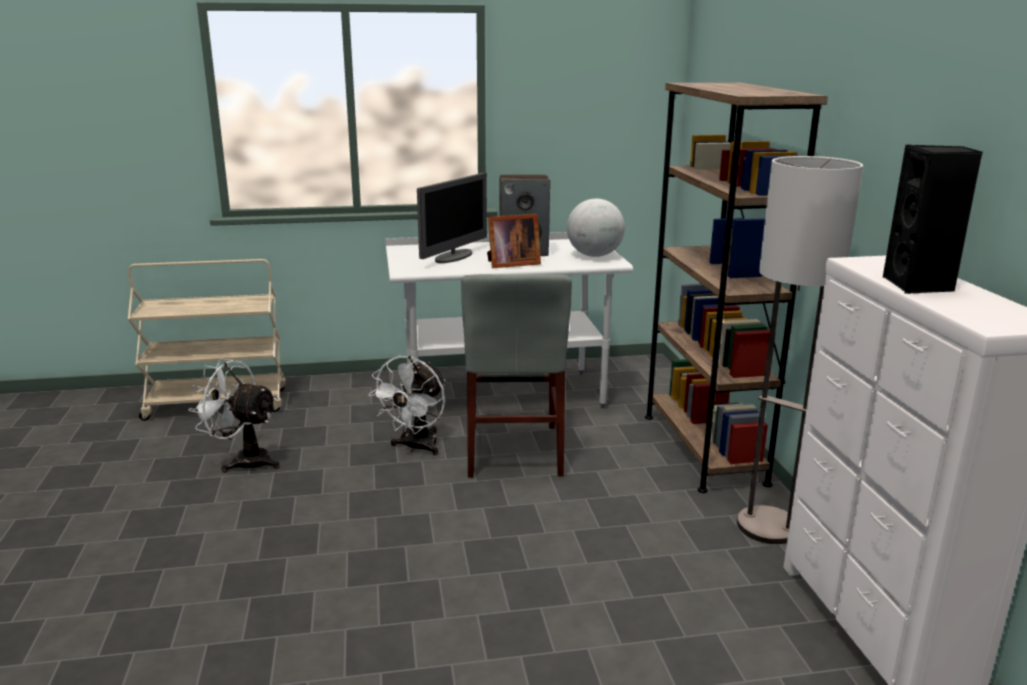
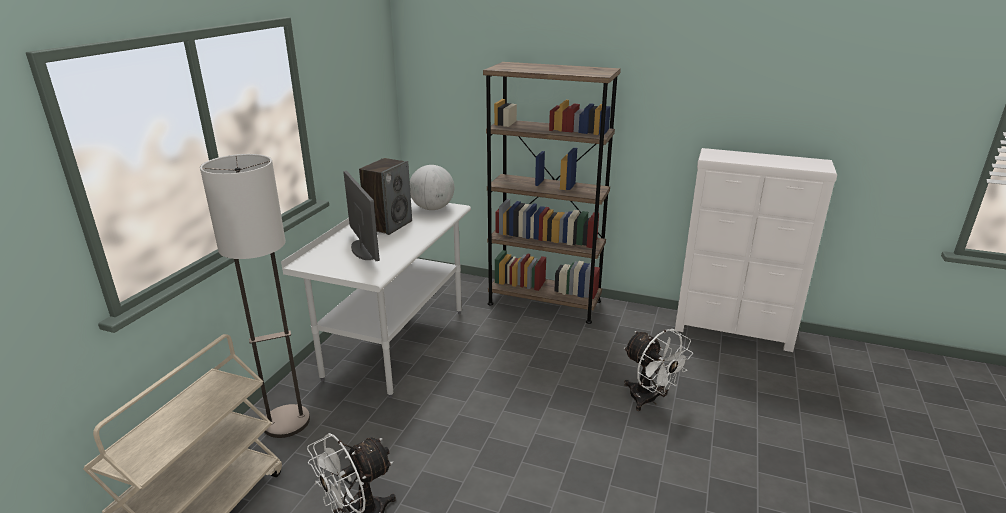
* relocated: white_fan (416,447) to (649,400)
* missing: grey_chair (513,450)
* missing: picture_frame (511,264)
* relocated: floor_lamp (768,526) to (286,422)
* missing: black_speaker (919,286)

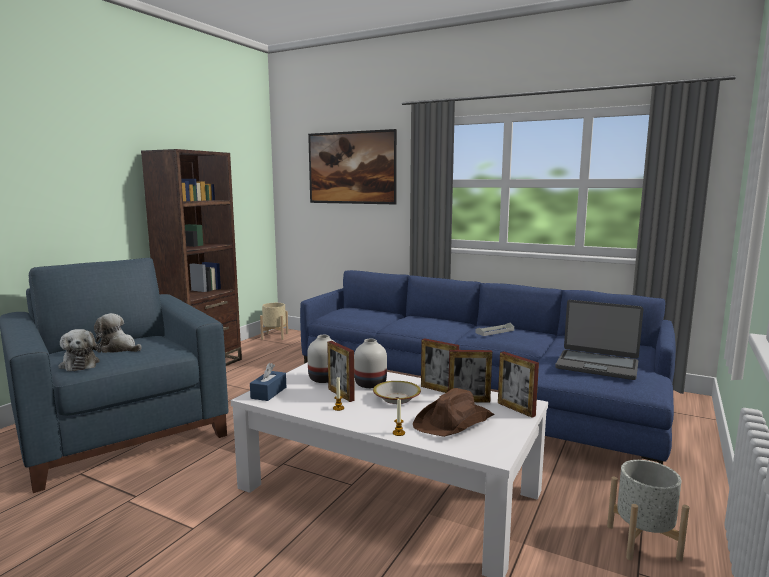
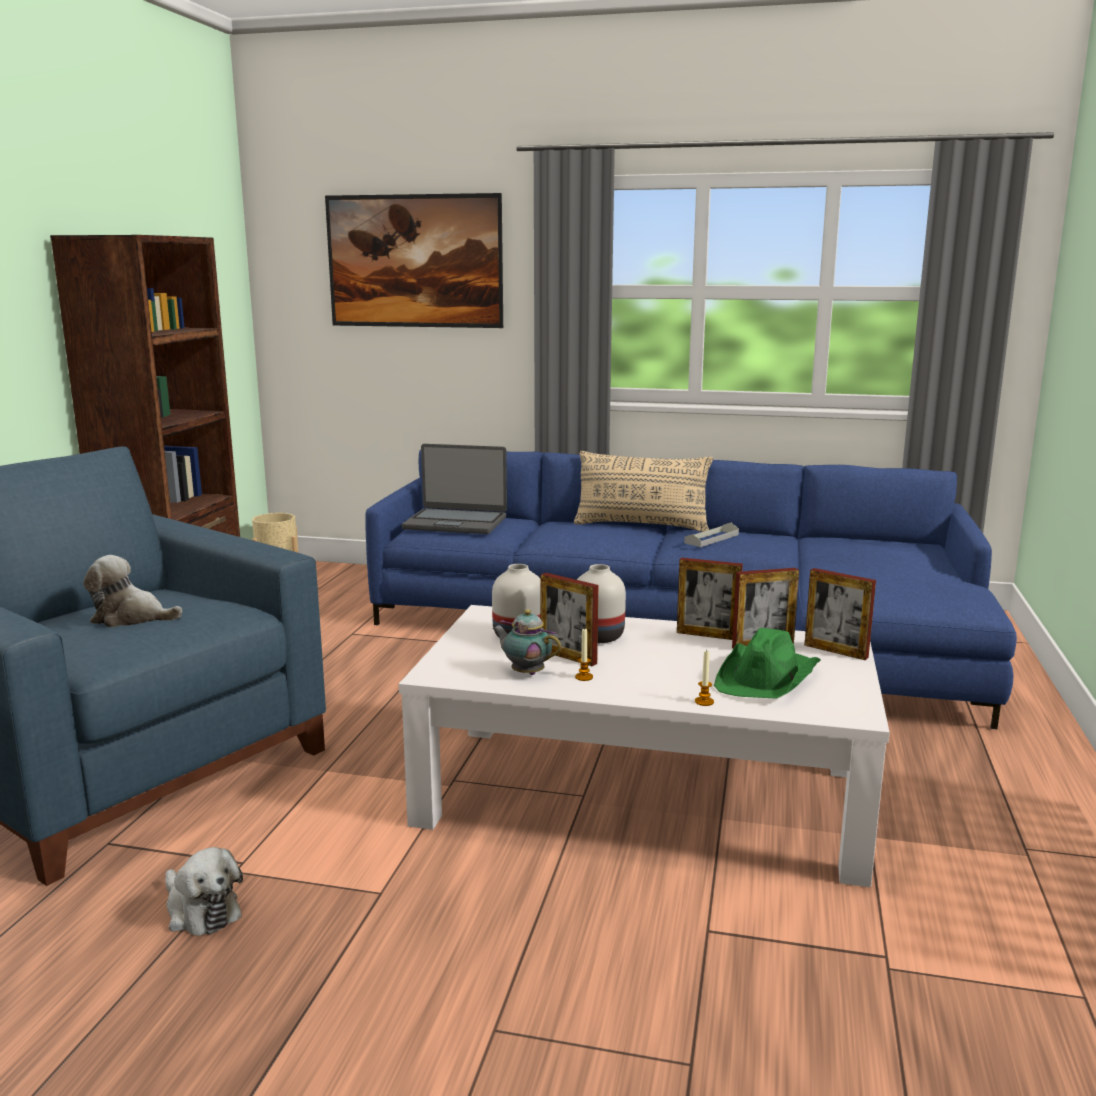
* relocated: plush_toy (79,364) to (201,911)
* missing: blue_tissue_box (268,393)
* missing: bowl (397,398)
* colour: brown_hat (454,421) to green_hat (768,677)
* relocated: laptop (597,365) to (456,523)
* missing: grey_planter (643,542)
* appeared: teapot (526,672)
* appeared: beige_pillow (641,526)

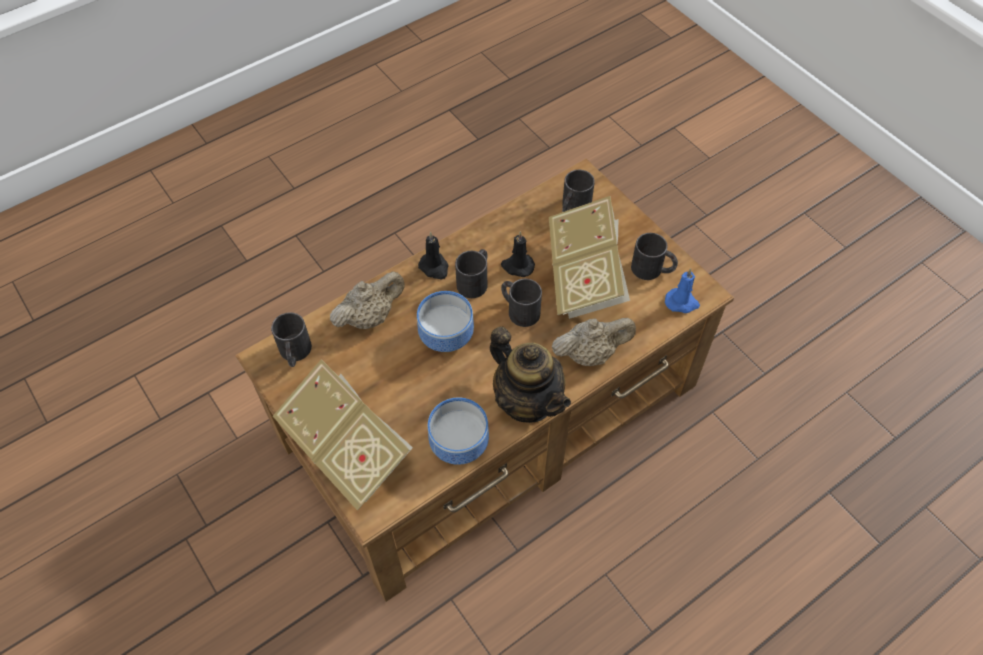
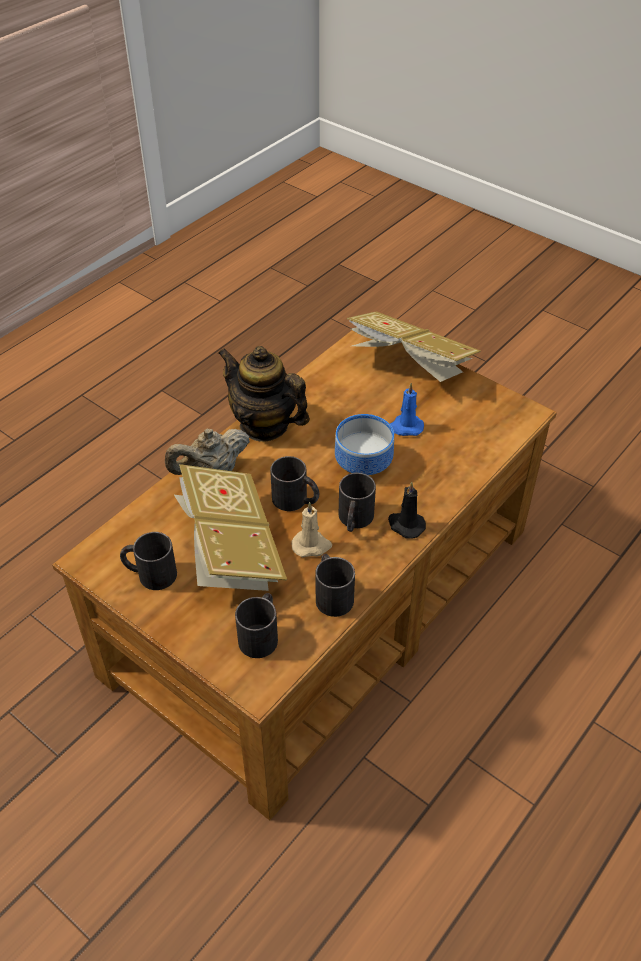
* relocated: black_mug (295,353) to (331,594)
* missing: beige_teapot (370,317)
* missing: bowl (457,444)
* colour: black_candle (517,266) to beige_candle (312,545)
* relocated: blue_candle (682,302) to (405,427)

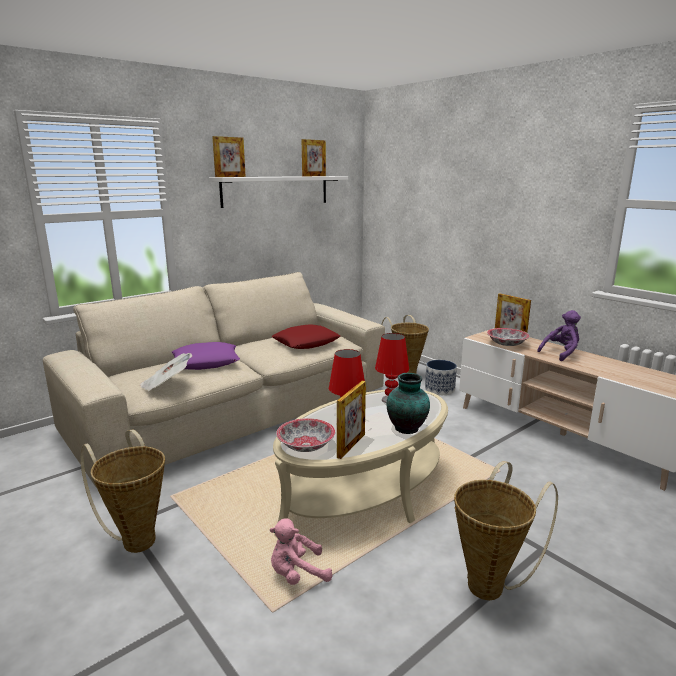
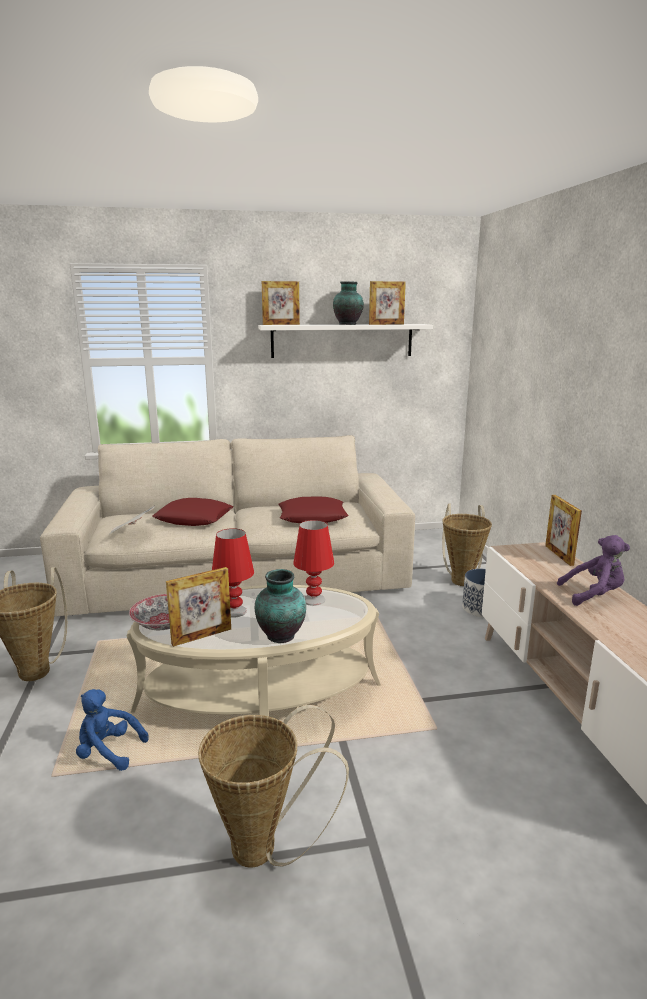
* colour: purple_pillow (206,362) to red_pillow (194,519)
* colour: pink_plush_toy (297,574) to blue_plush_toy (108,752)
* missing: bowl (506,344)
* appeared: vase (348,324)

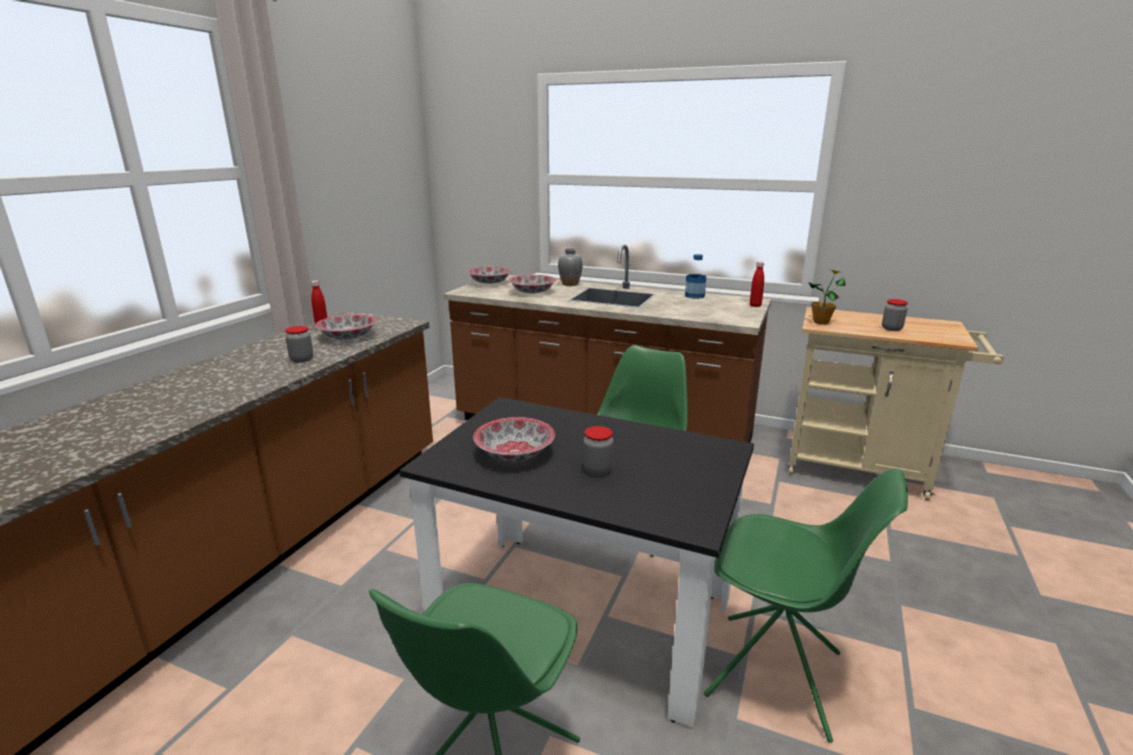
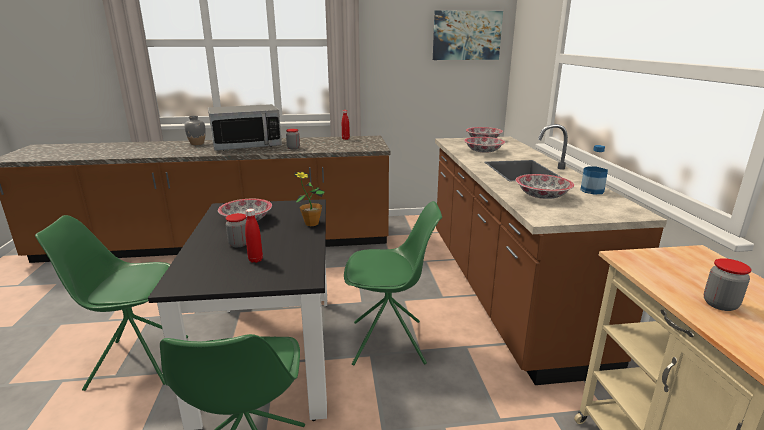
* relocated: bowl (348,337) to (542,196)
* relocated: grey_vase (570,284) to (197,144)
* relocated: red_bottle (755,305) to (255,260)
* relocated: potted_plant (821,322) to (311,223)
* appeared: microwave (247,145)
* appeared: picture (466,35)

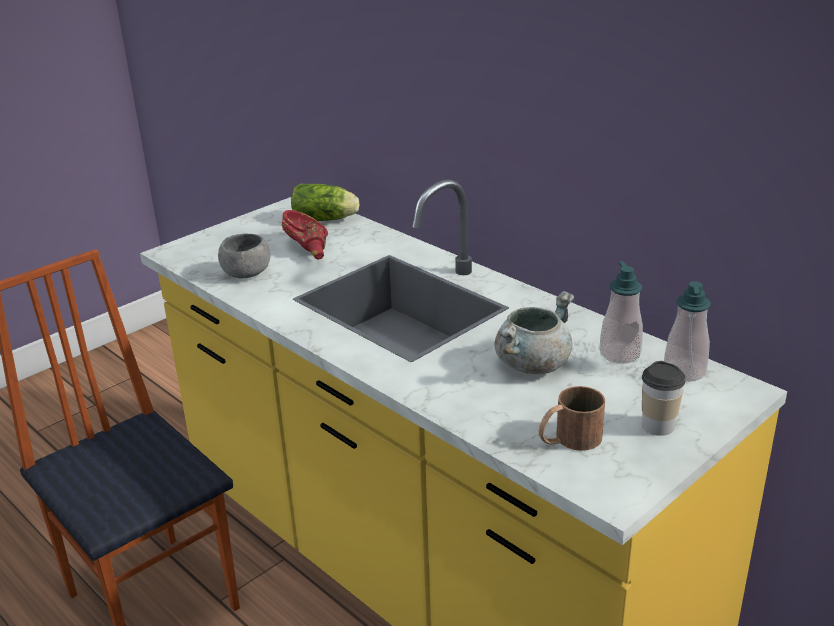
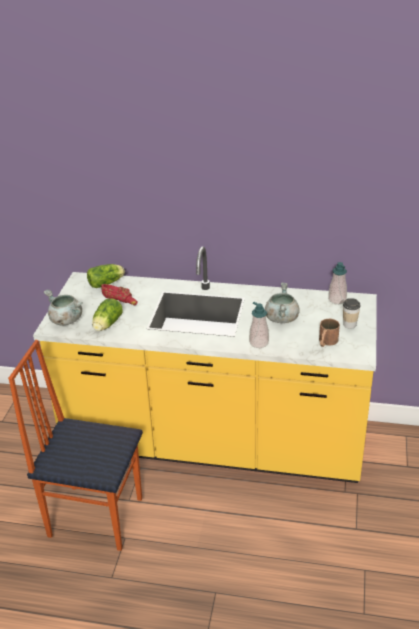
* exchanged: grey_bowl (246,273) to lettuce (106,325)
* relocated: soap_dispenser (619,354) to (259,343)
* appeared: grey_cooking_pot (65,320)

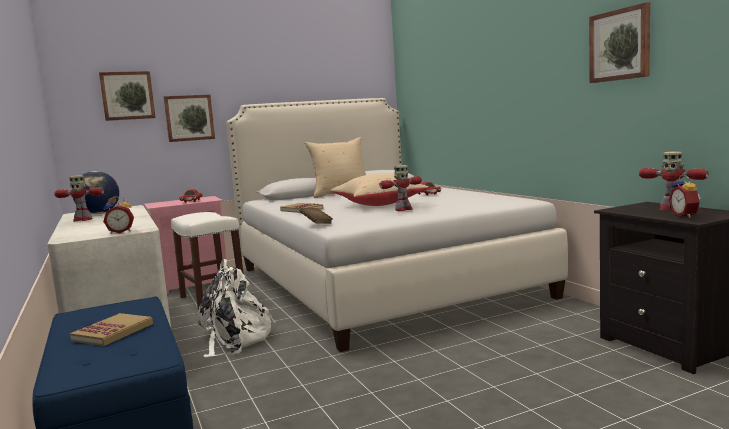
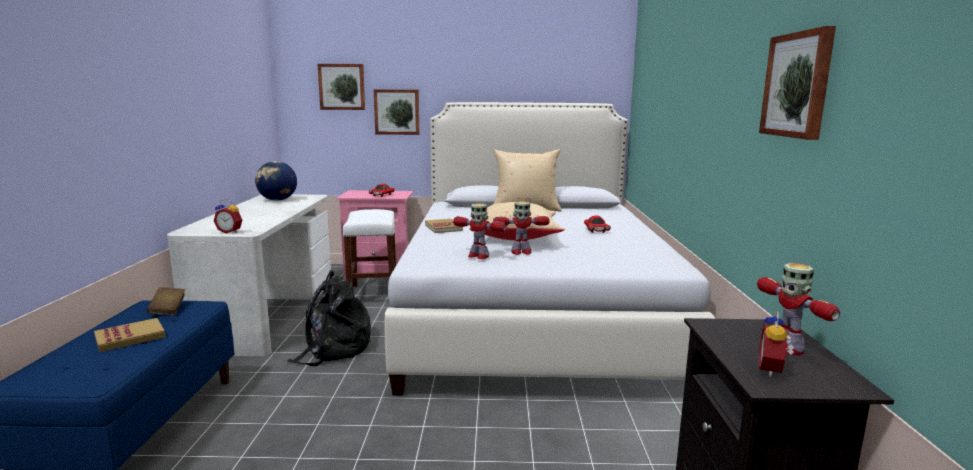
* relocated: toy_robot (82,220) to (478,256)
* colour: white_backpack (235,339) to black_backpack (334,349)
* relocated: brown_book (316,223) to (168,310)

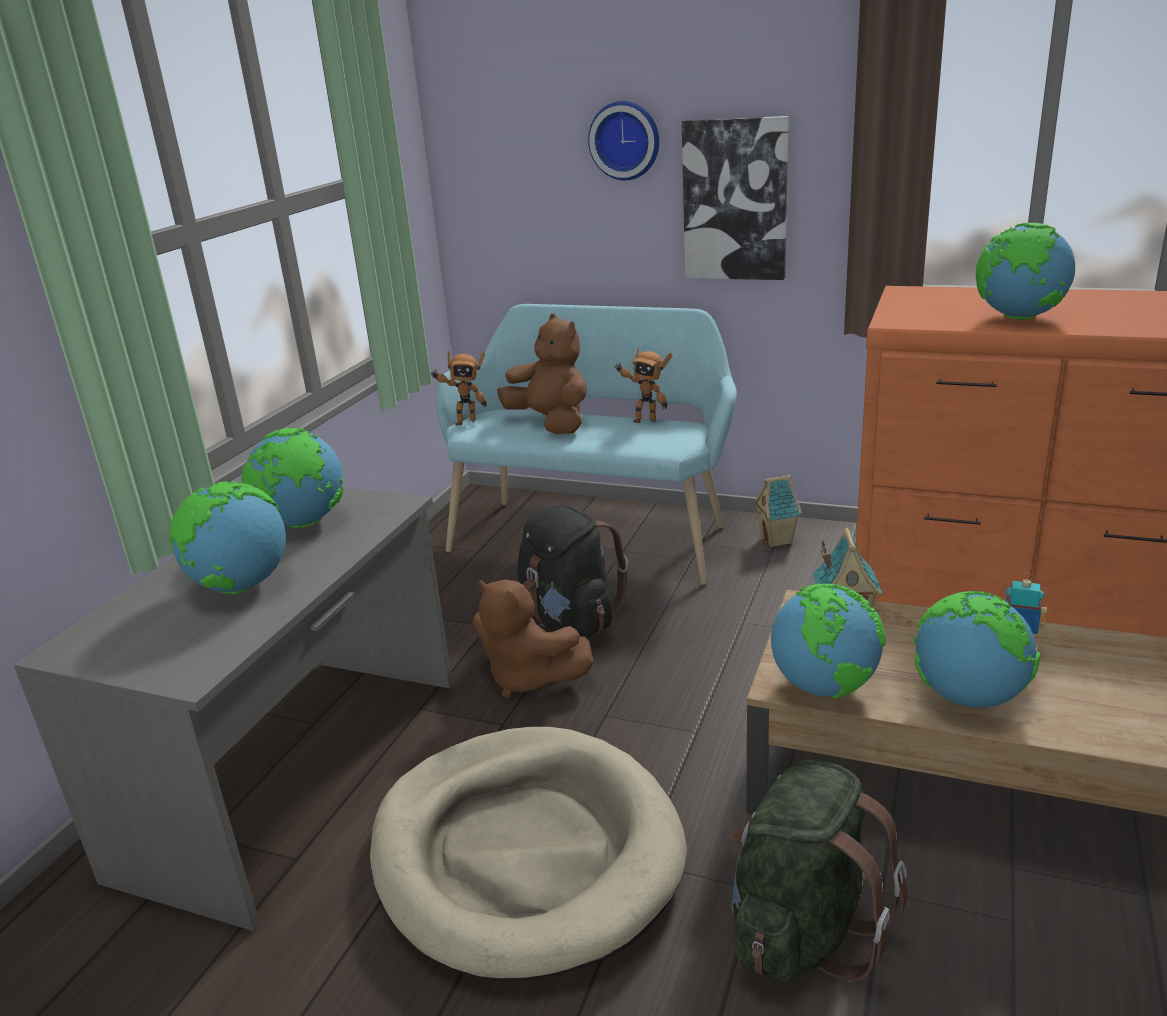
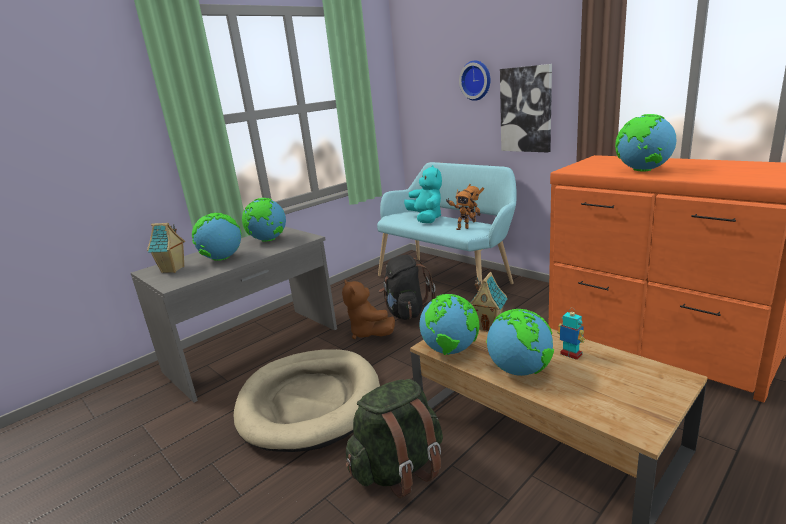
* relocated: toy_robot (464,421) to (462,228)
* colour: brown_plush_toy (551,423) to turquoise_plush_toy (426,219)
* relocated: toy_house (777,540) to (173,269)

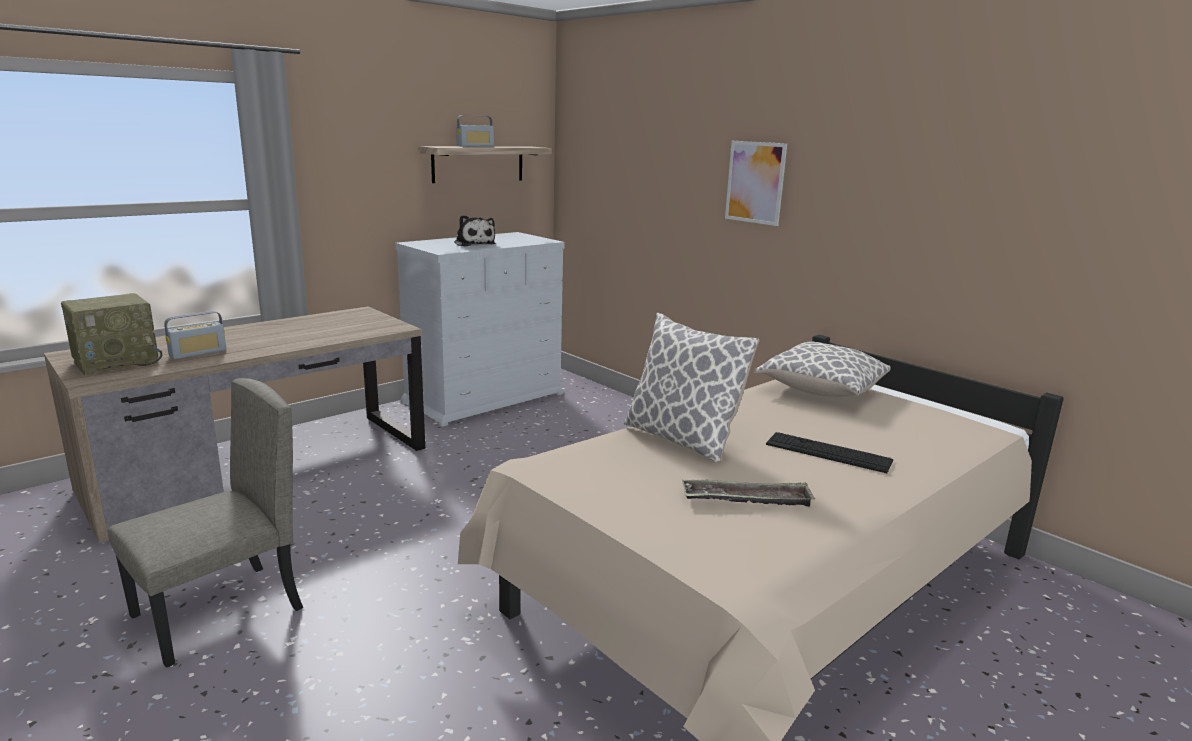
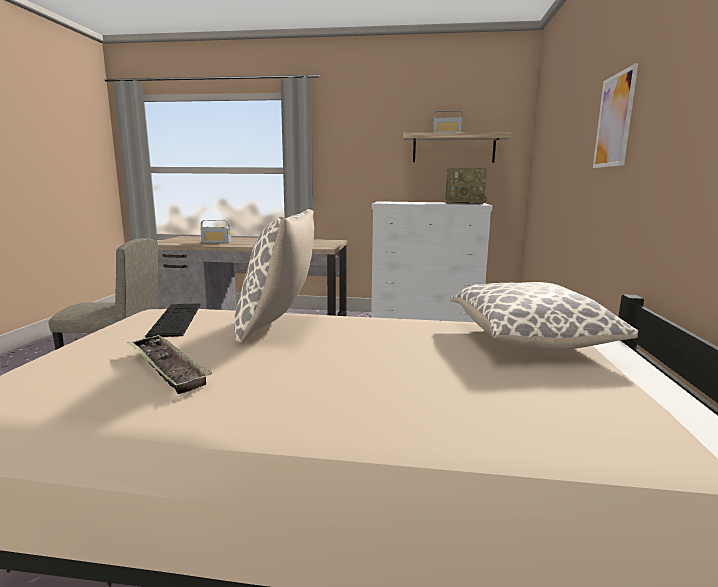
* relocated: radio (117,362) to (464,203)
* missing: plush_toy (474,244)
* relocated: keyboard (828,452) to (176,319)

